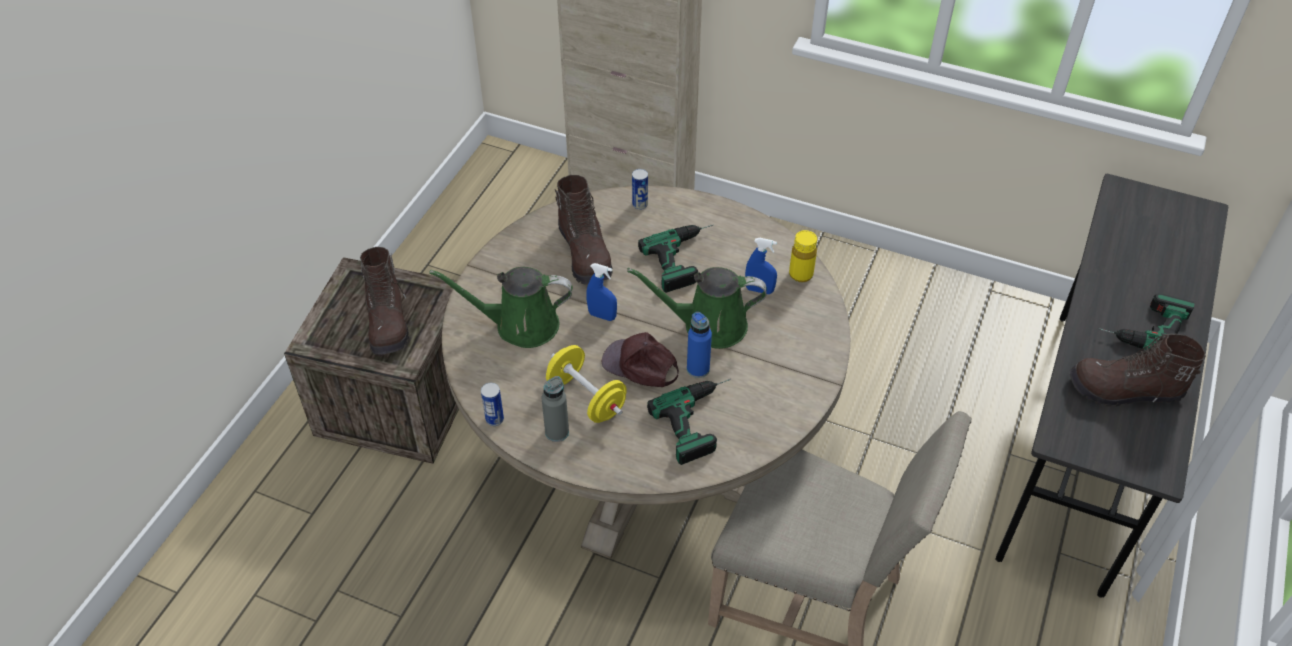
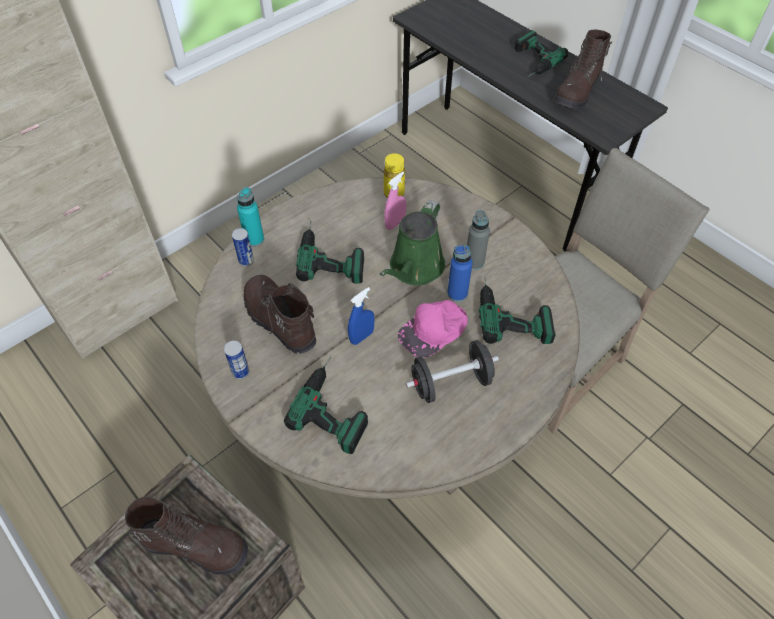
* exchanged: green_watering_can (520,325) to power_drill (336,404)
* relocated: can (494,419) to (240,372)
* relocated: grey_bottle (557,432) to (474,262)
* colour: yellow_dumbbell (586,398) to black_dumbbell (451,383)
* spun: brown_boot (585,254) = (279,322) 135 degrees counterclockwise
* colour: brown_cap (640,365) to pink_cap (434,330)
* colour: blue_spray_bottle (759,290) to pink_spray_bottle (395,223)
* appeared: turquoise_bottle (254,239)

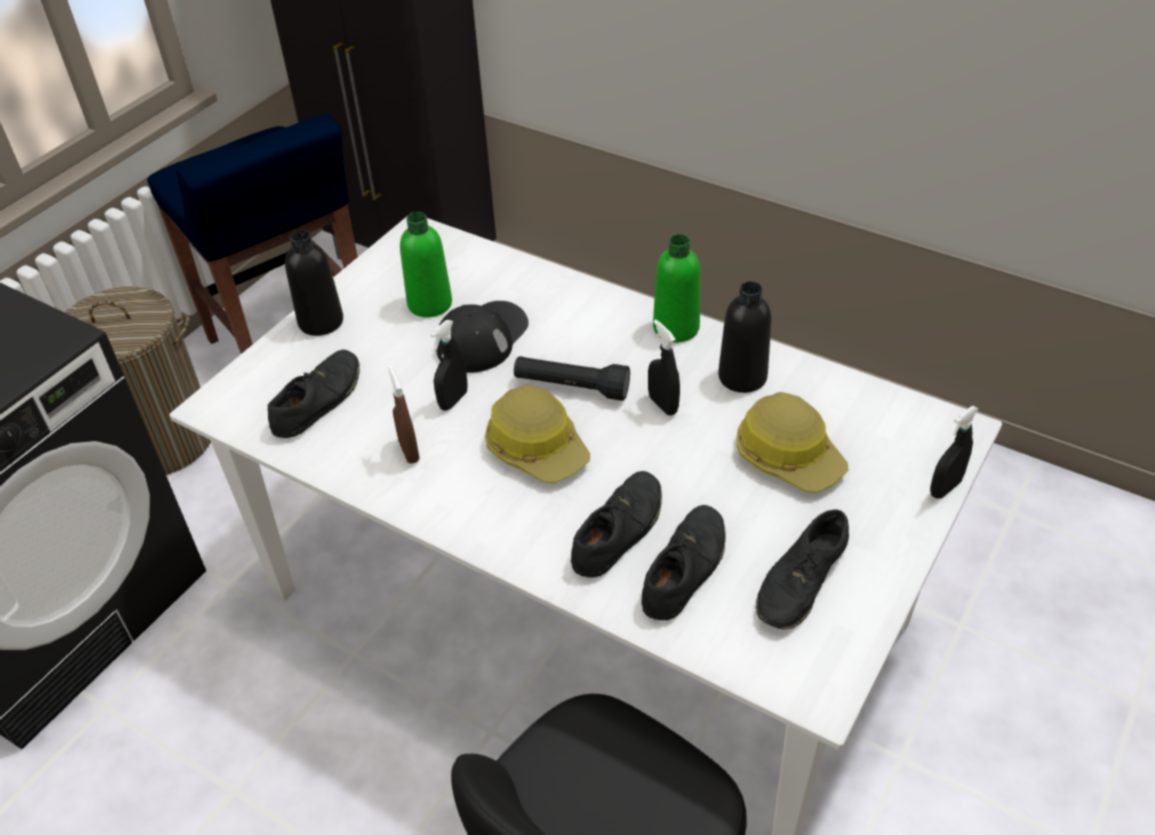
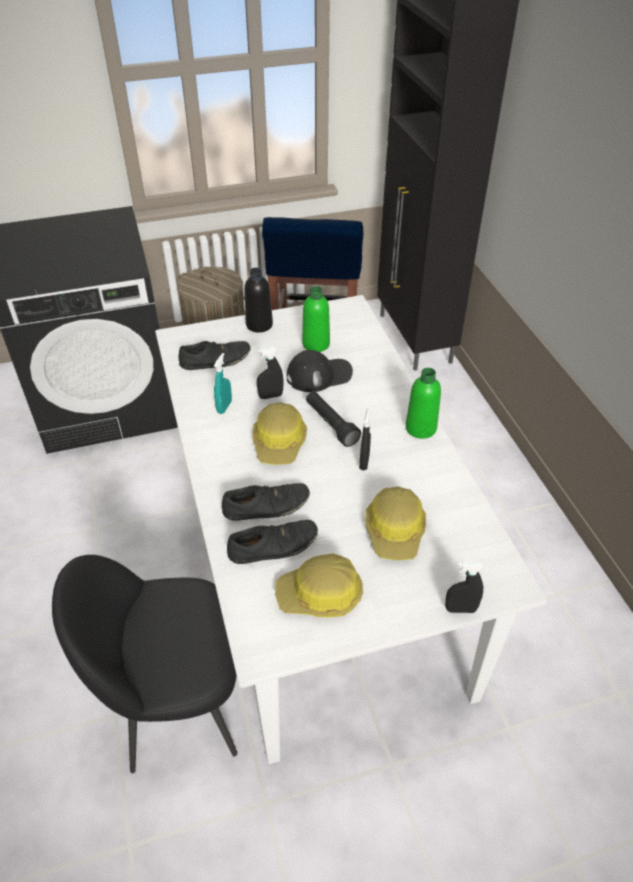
* colour: brown_spray_bottle (409,451) to turquoise_spray_bottle (224,407)
* missing: black_bottle (742,377)
* exchanged: black_shoe (801,581) to hard_hat (320,595)

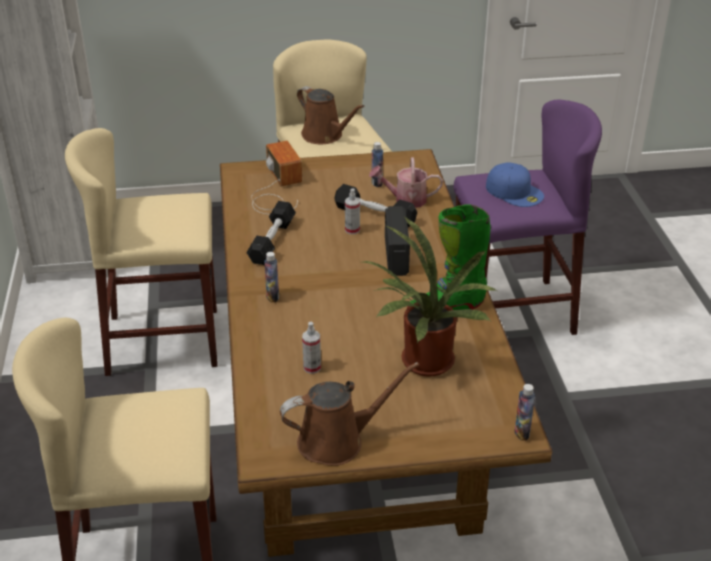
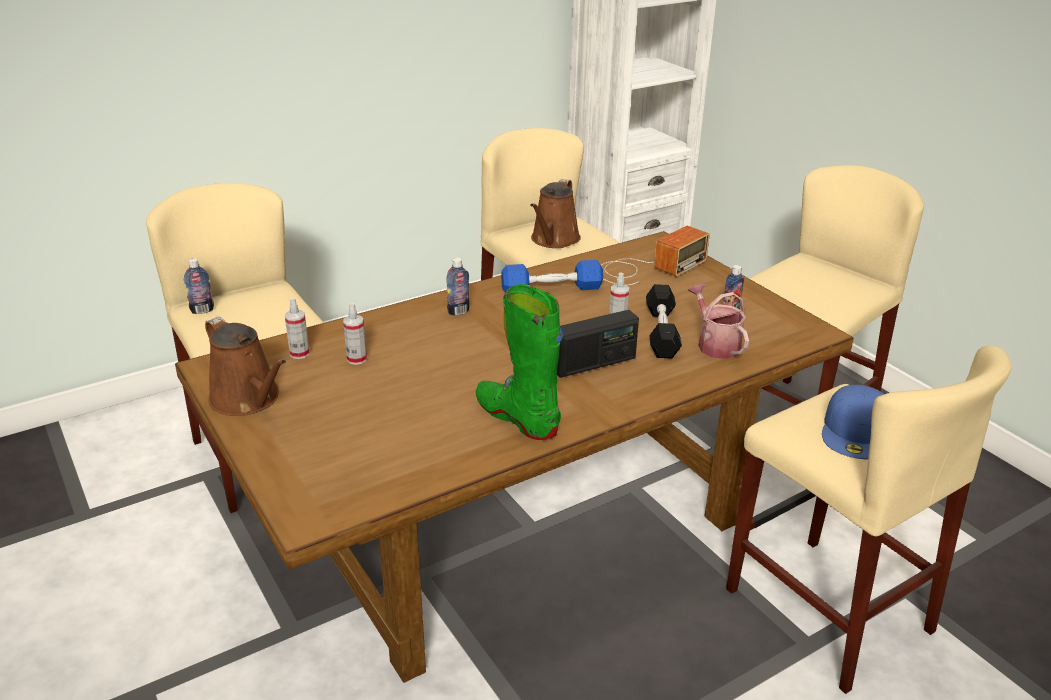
* colour: black_dumbbell (272,241) to blue_dumbbell (552,288)
* relocated: brown_watering_can (325,136) to (553,240)
* missing: potted_plant (423,364)
* colour: purple_stool (512,312) to beige_stool (827,610)
* relocated: bottle (522,432) to (202,310)
* appeared: spray_bottle (299,353)

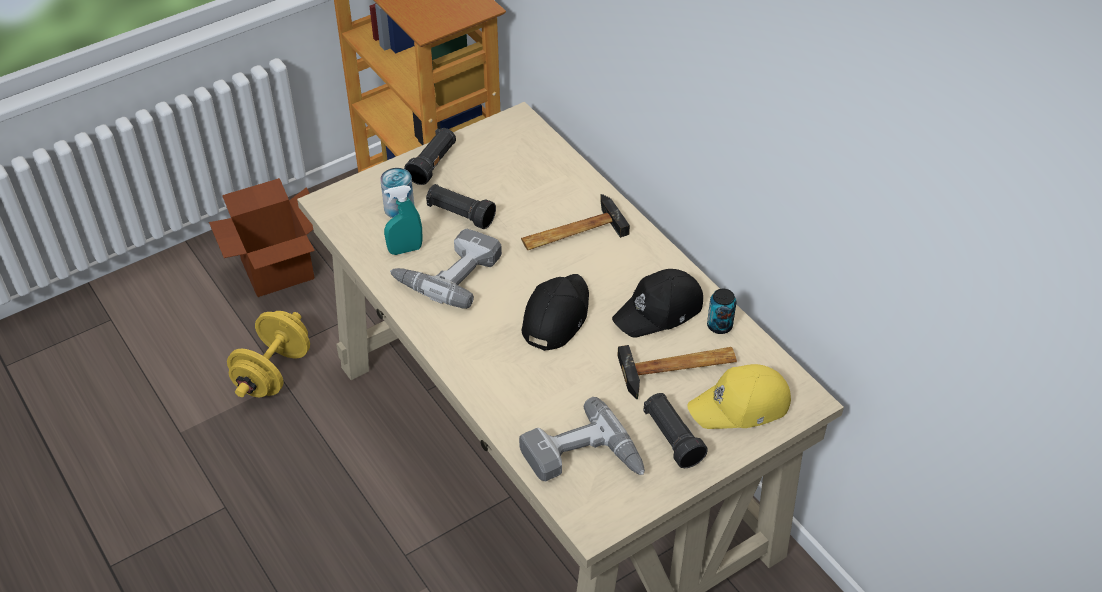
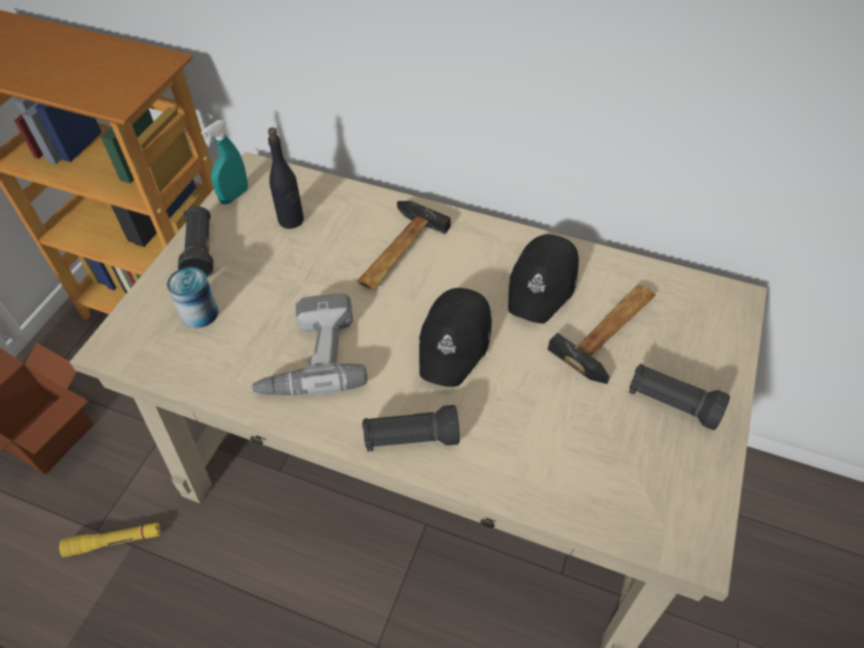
* exchanged: yellow_dumbbell (273,372) to yellow_flashlight (114,541)
* relocated: turquoise_spray_bottle (405,250) to (234,196)
* relocated: black_flashlight (460,214) to (410,438)
* missing: power_drill (583,460)
* spun: black_cap (555,316) = (455,342) 150 degrees counterclockwise
* missing: yellow_cap (741,406)
* missing: can (719,326)
* appeared: black_bottle (291,220)

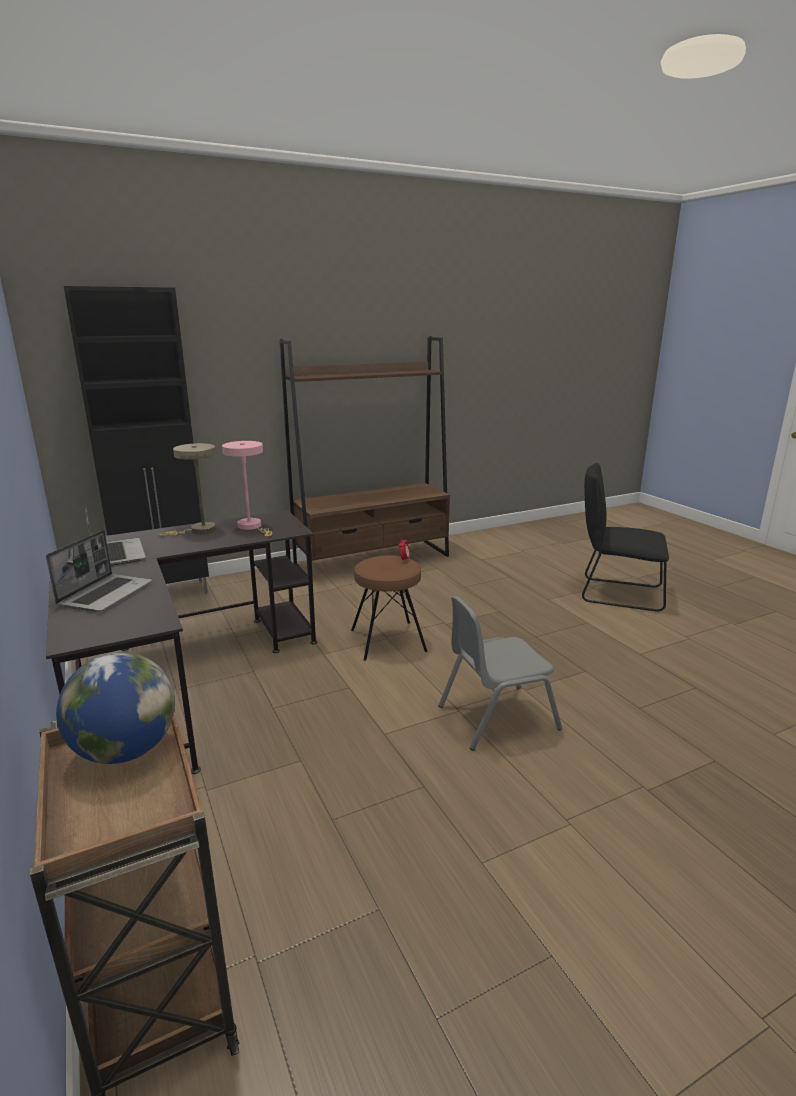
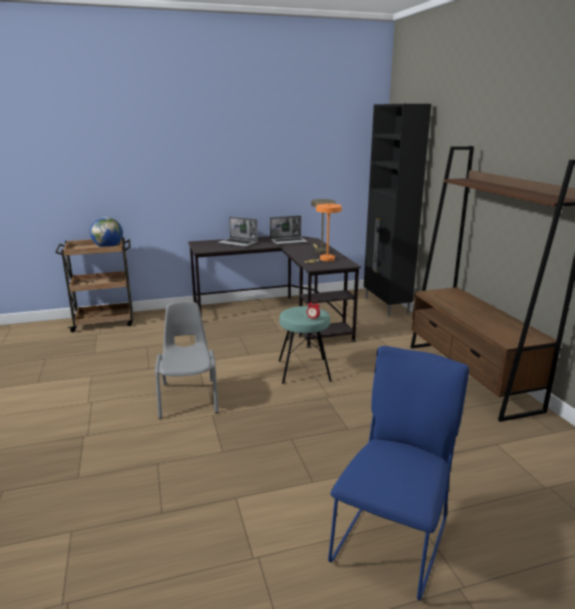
* colour: pink_table_lamp (252,527) to orange_table_lamp (324,259)
* colour: brown_stool (387,640) to turquoise_stool (304,371)
* colour: black_chair (617,593) to blue_chair (392,538)

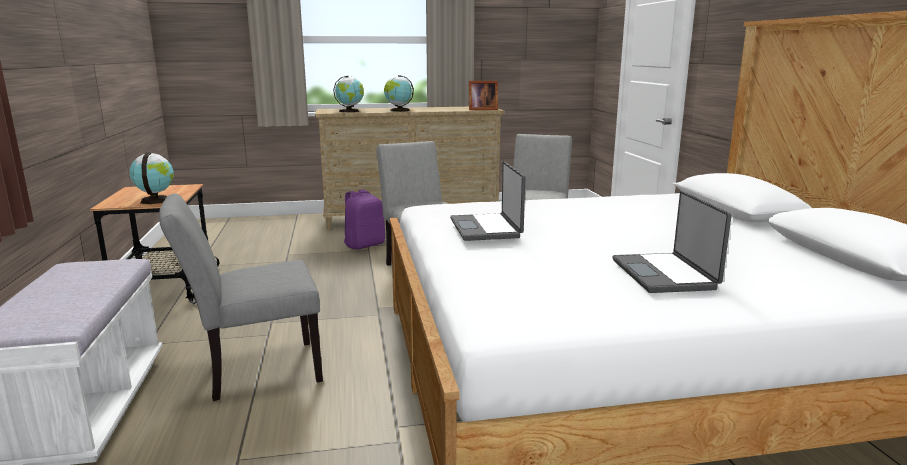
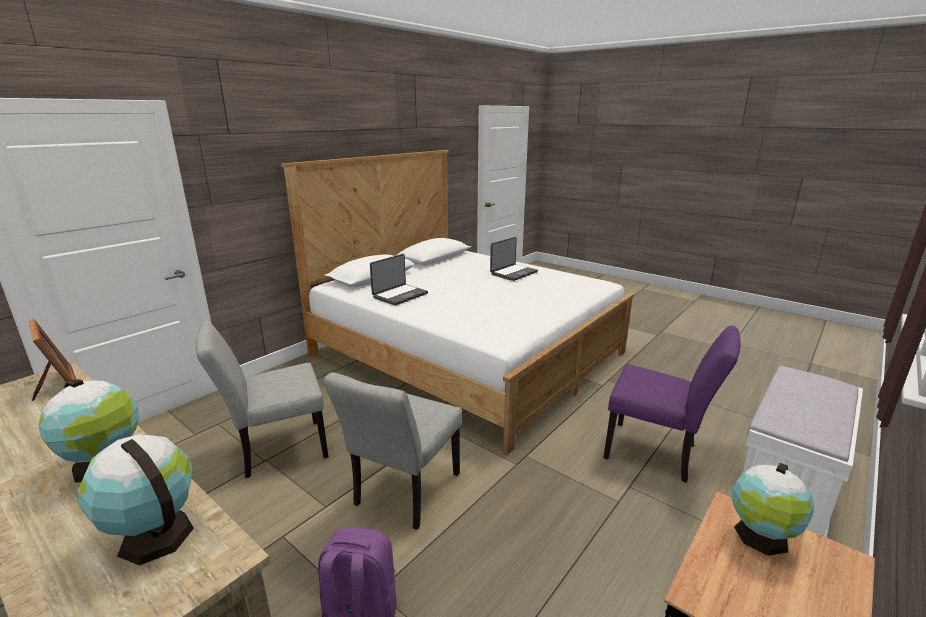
* colour: grey_chair (254,371) to purple_chair (658,453)
* relocated: laptop (487,228) to (399,295)

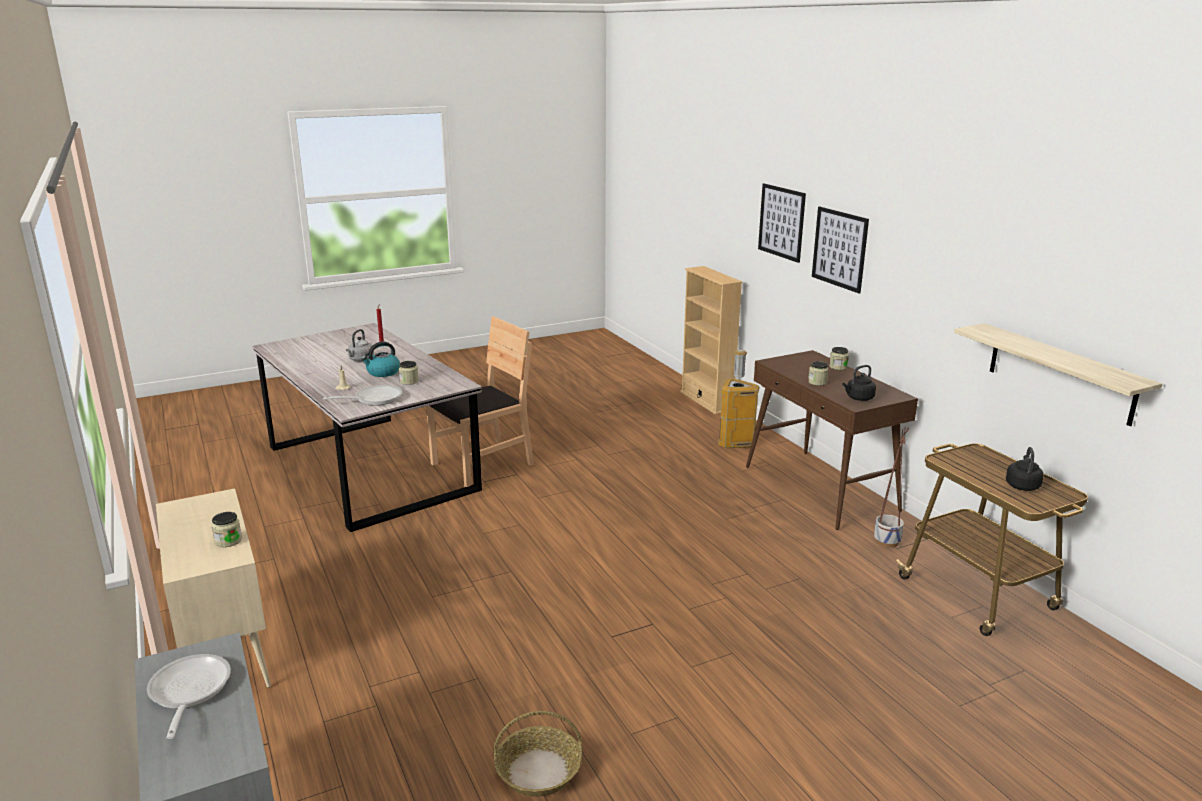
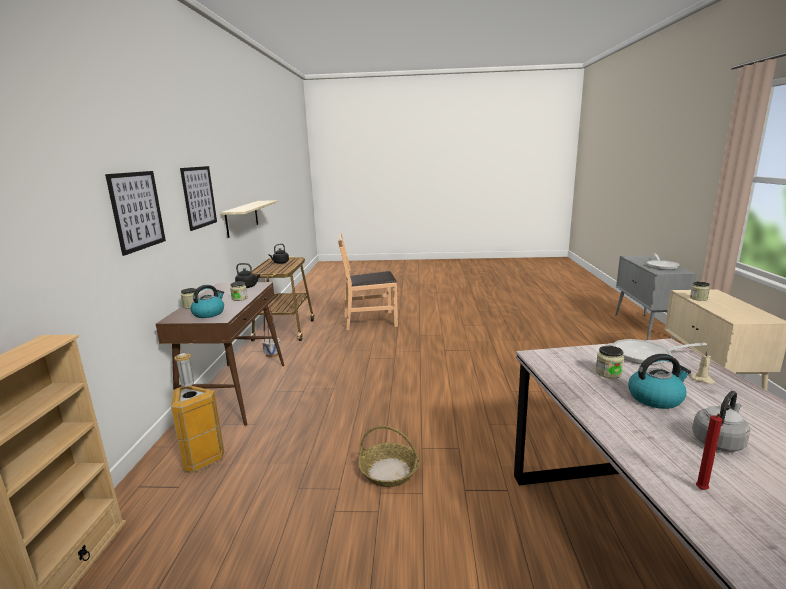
* relocated: brown_chair (482,465) to (370,321)
* relocated: basket (539,771) to (388,471)
* relocated: picture (781,222) to (199,197)
* appeared: kettle (209,313)

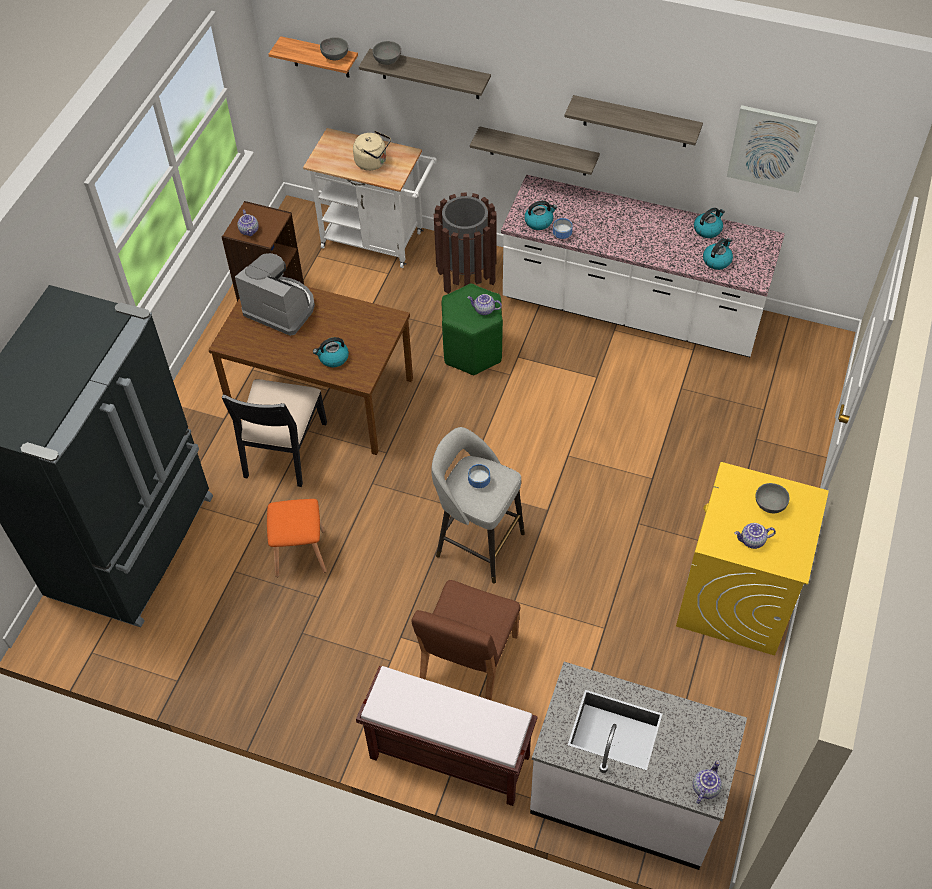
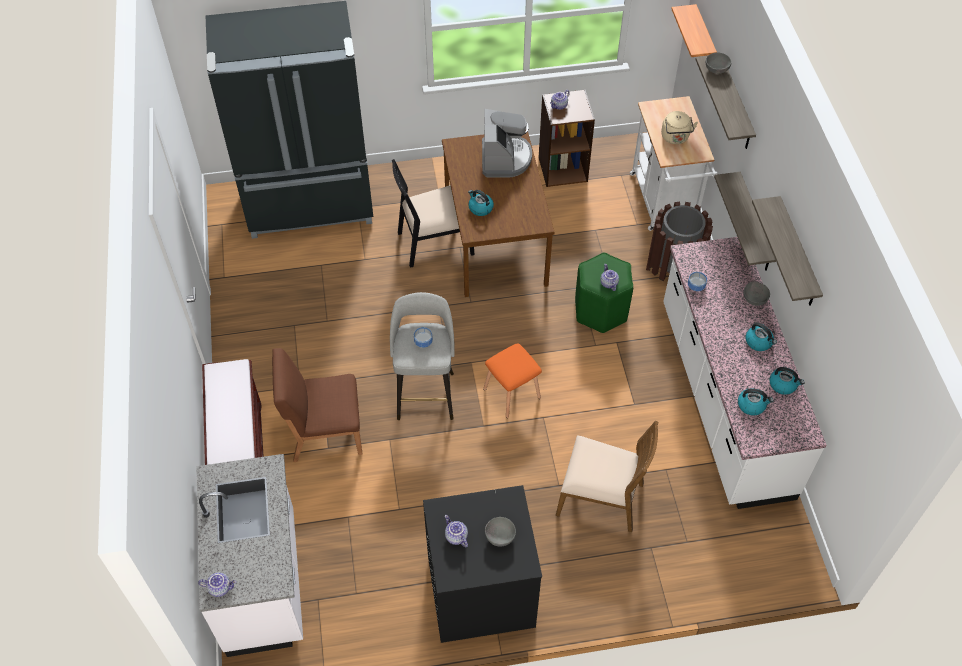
* relocated: orange_stool (299,552) to (512,392)
* relocated: grey_bowl (334,56) to (754,299)
* relocated: kettle (539,221) to (759,342)
* colour: yellow_washing_machine (736,597) to black_washing_machine (480,593)
* missing: picture (771,148)
* appeared: brown_chair (601,498)

